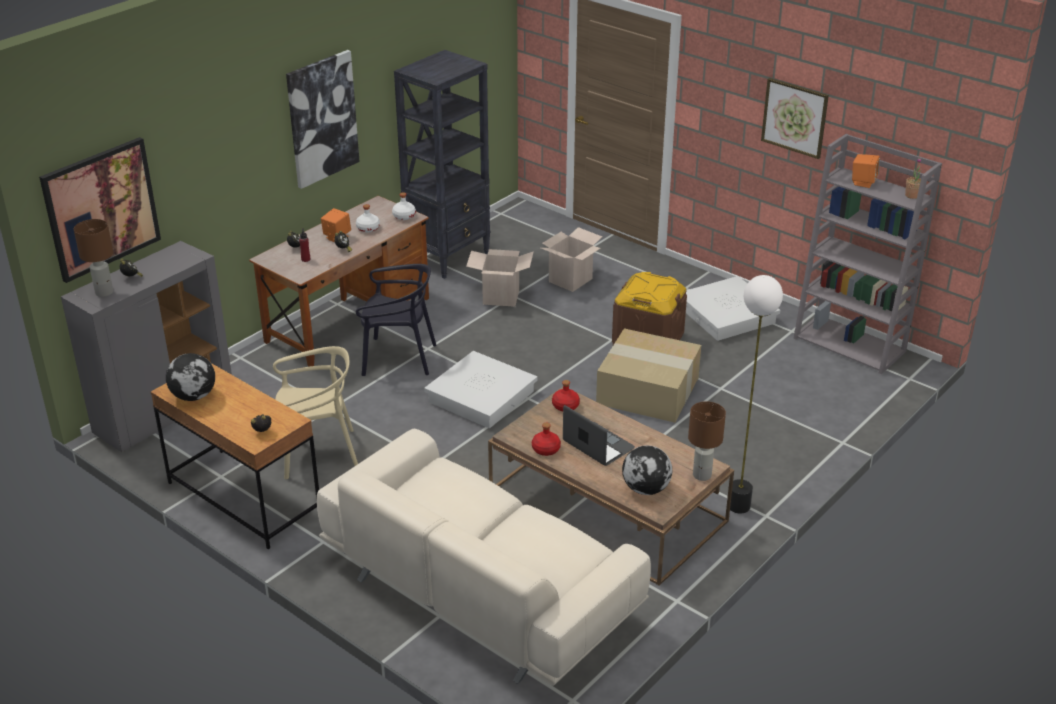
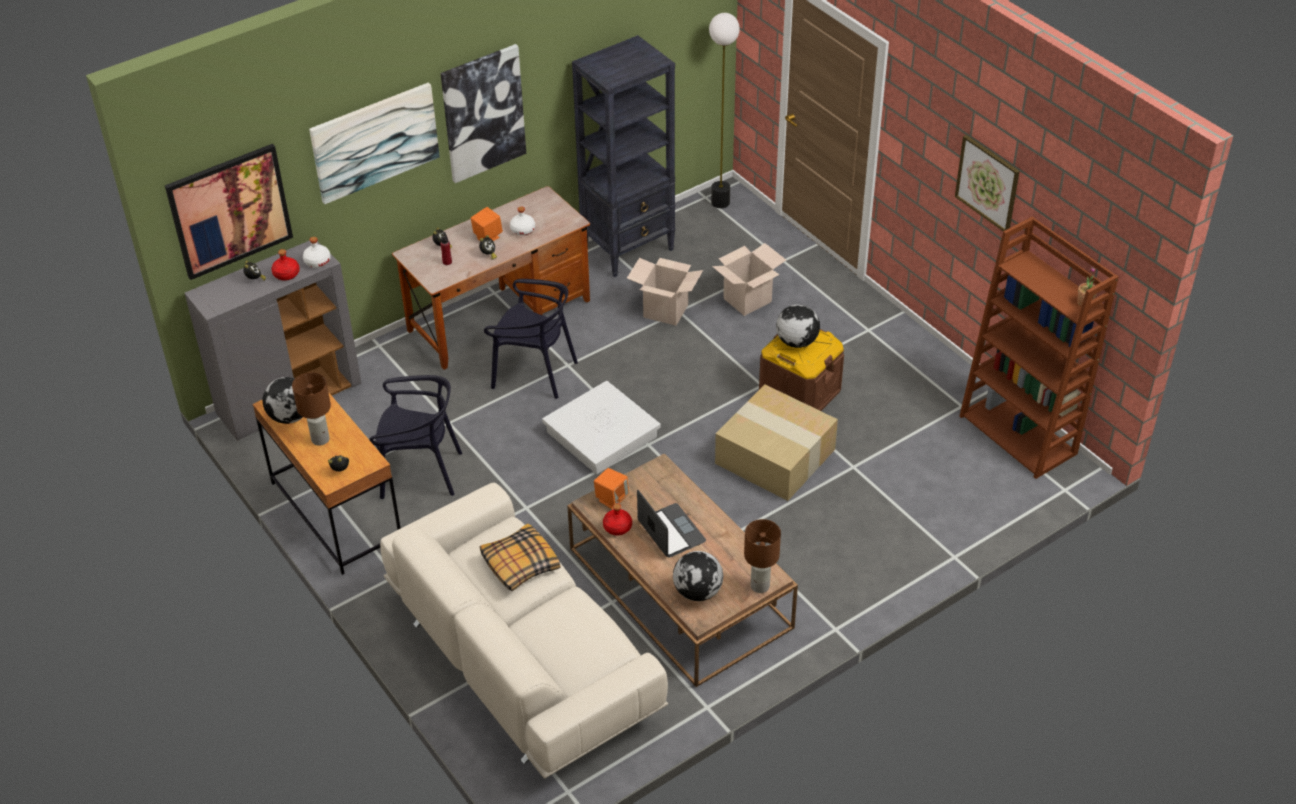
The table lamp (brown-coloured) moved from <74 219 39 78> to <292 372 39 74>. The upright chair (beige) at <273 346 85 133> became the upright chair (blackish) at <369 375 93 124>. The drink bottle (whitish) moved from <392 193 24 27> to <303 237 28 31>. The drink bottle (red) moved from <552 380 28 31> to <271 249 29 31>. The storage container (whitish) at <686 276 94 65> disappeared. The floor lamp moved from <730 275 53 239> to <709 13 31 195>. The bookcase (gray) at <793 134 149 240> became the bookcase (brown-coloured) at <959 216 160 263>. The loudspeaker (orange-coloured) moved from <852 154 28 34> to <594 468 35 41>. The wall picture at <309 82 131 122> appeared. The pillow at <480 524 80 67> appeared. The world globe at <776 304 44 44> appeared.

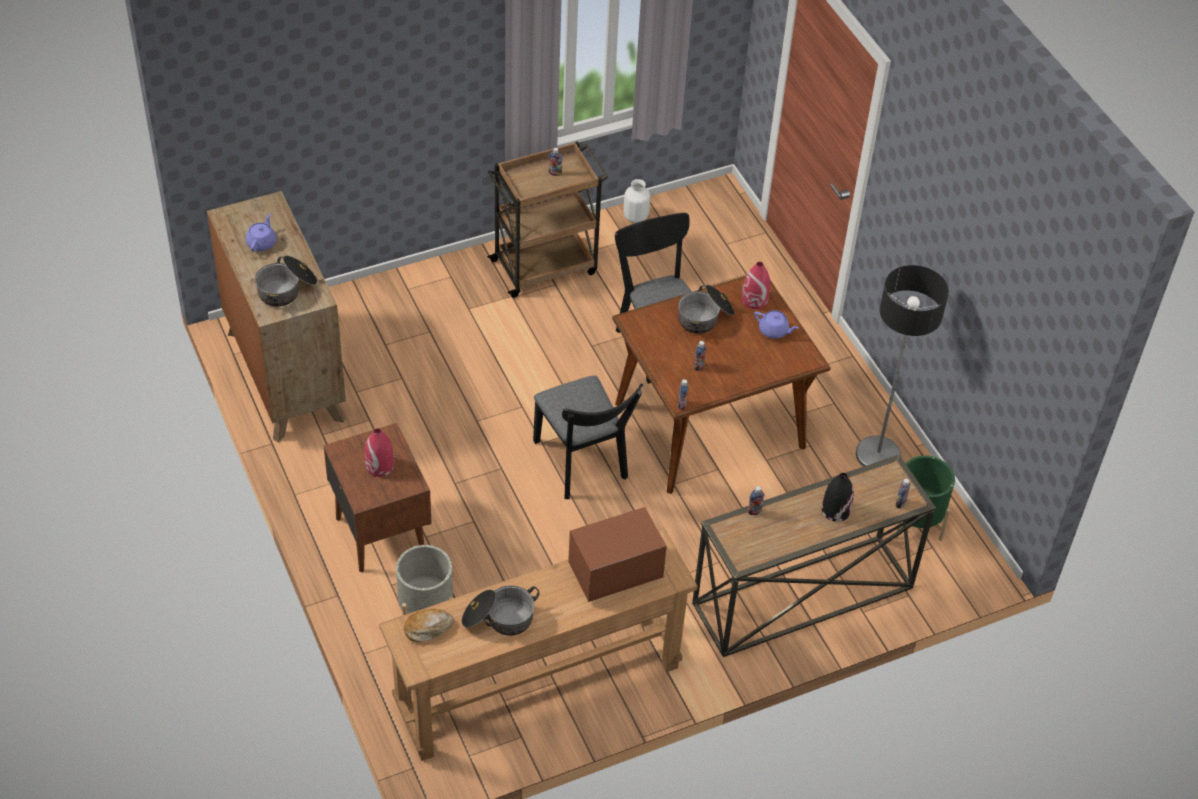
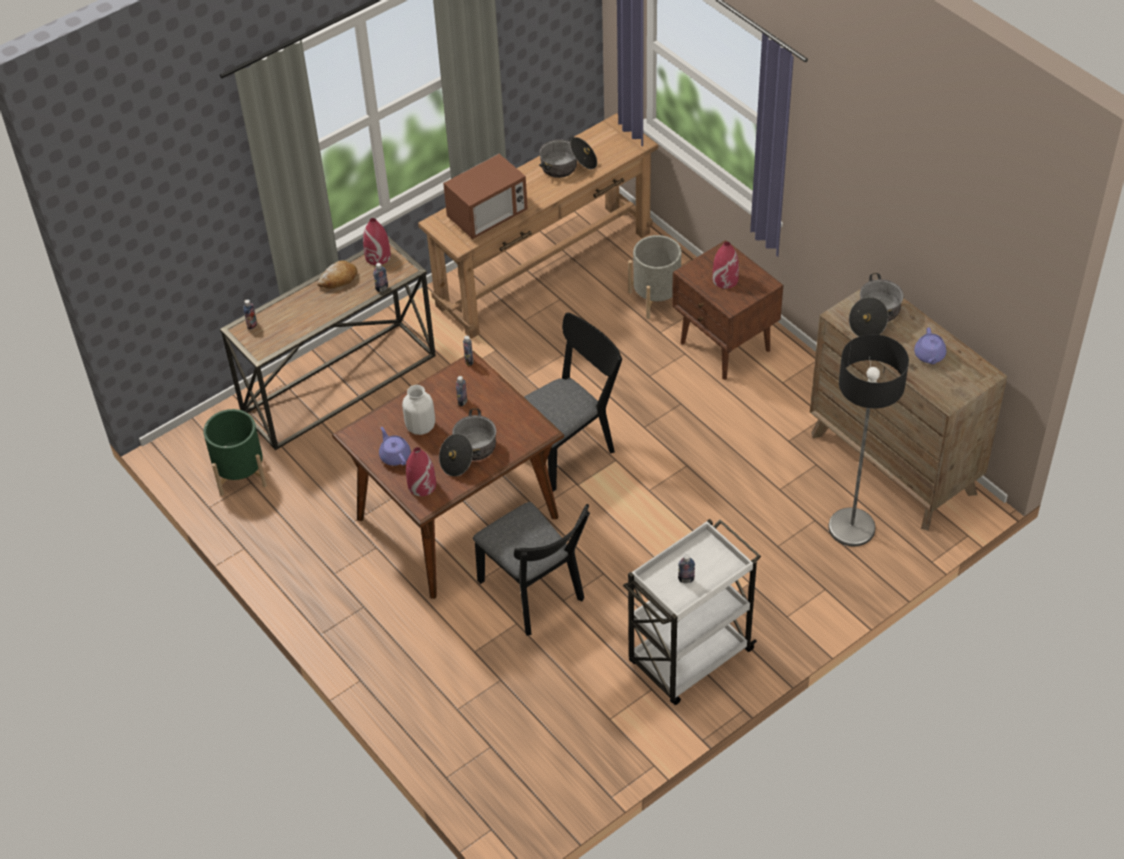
The bread moved from <404 609 50 33> to <317 260 40 28>. The trolley (brown-coloured) at <487 141 121 157> became the trolley (whitish) at <623 519 138 186>. The upright chair (blackish) at <533 375 110 124> turned 90 degrees clockwise. The vase (whitish) moved from <623 179 27 44> to <402 385 33 50>. The teapot (purplish) at <754 310 45 29> turned 45 degrees clockwise. The vase (blackish) at <822 473 32 49> disappeared. The floor lamp moved from <856 265 93 202> to <828 334 81 212>. The vase (red) at <363 218 28 47> appeared.

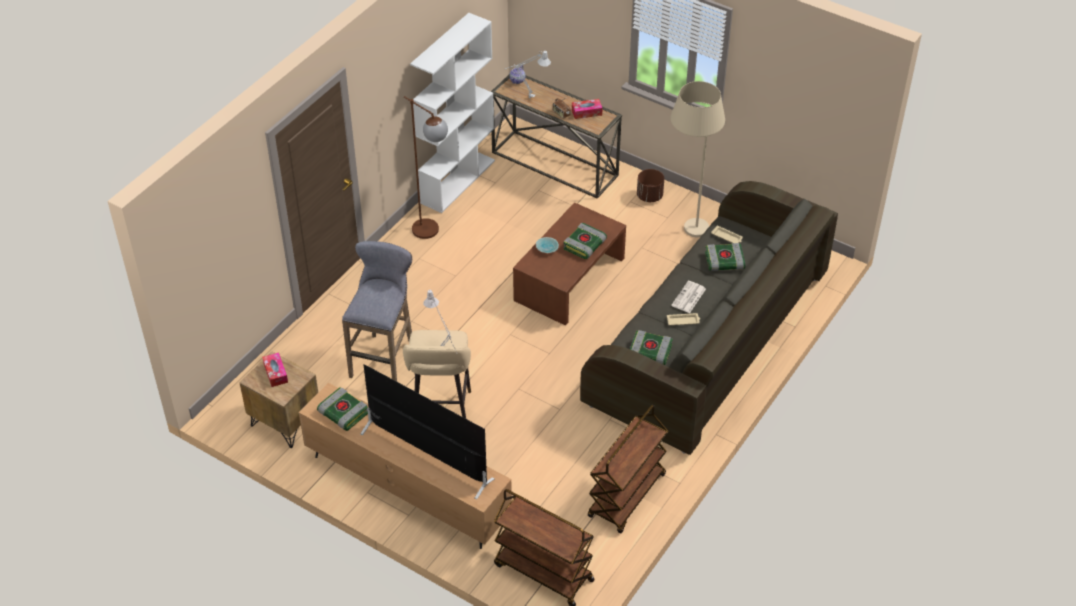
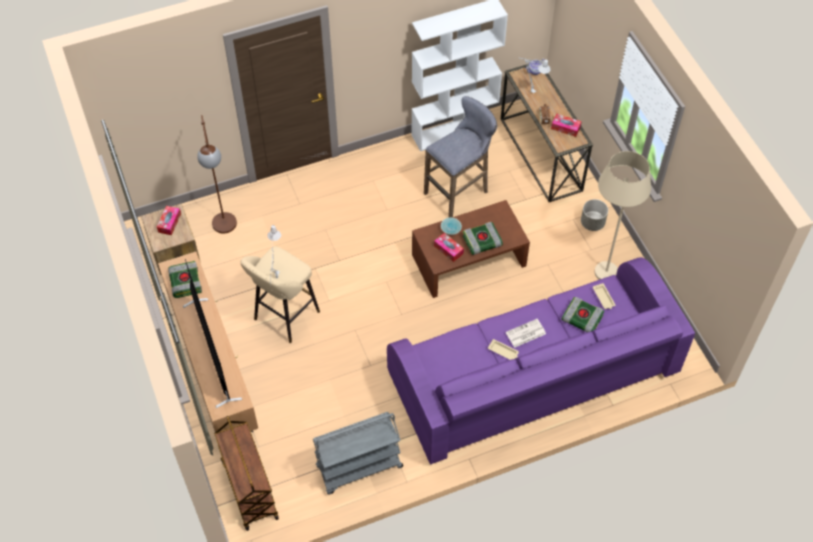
The sitting stool (gray) moved from <342 241 70 140> to <424 96 73 122>. The floor lamp (brown-coloured) moved from <404 96 44 143> to <197 115 40 119>. The couch (gray) at <580 181 258 274> became the couch (purplish) at <387 257 308 207>. The trolley (brown-coloured) at <588 405 80 128> became the trolley (gray) at <313 412 90 83>. The bound book at <630 330 43 35> disappeared. The planter (brown-coloured) at <637 169 27 33> became the planter (gray) at <581 199 27 32>. The box of tissues at <434 233 30 29> appeared.

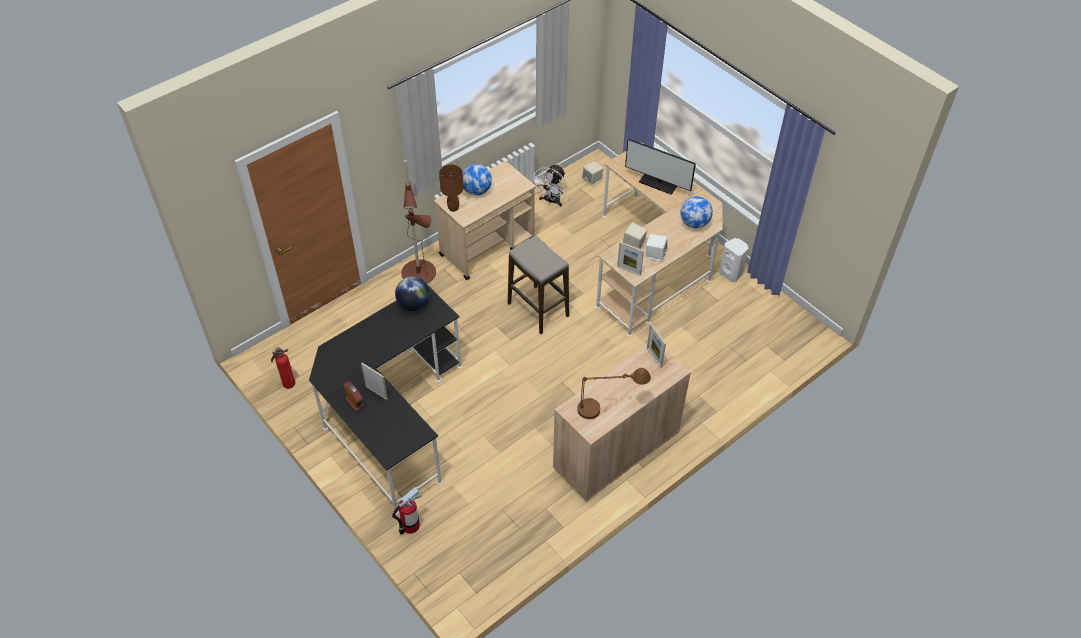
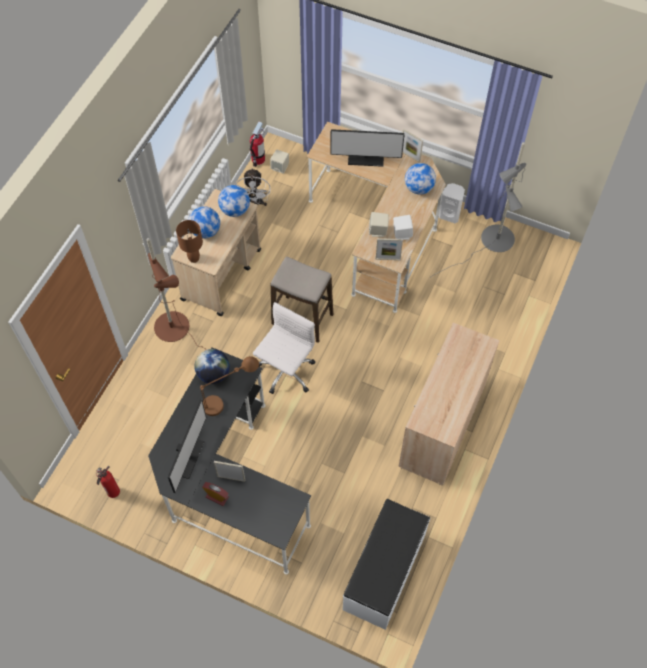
The fire extinguisher moved from <392 487 30 48> to <250 121 15 46>. The table lamp (brown-coloured) moved from <577 368 74 51> to <200 356 59 60>. The picture frame moved from <647 324 19 44> to <403 129 20 34>. The computer screen at <168 399 39 94> appeared. The world globe at <218 185 32 32> appeared. The office chair (whitish) at <253 302 62 92> appeared. The long seat (whitish) at <343 499 87 131> appeared. The floor lamp (gray) at <431 142 95 135> appeared.

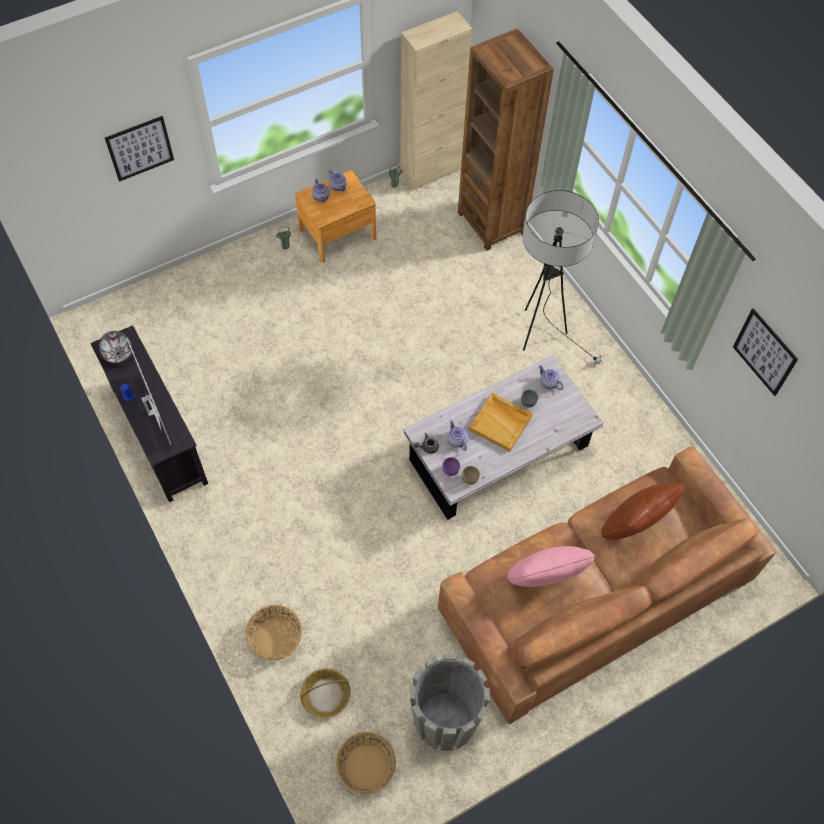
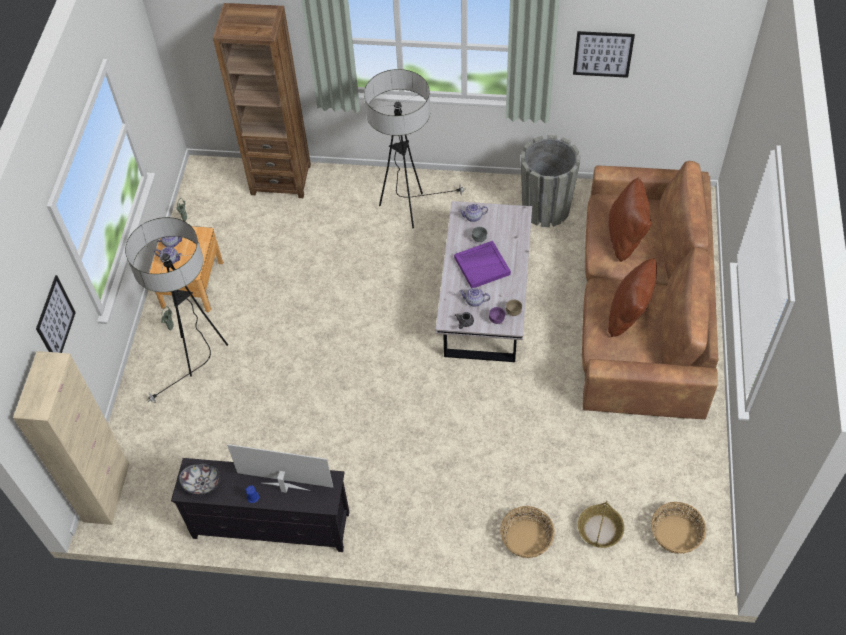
The cupboard (beige) moved from <400 11 72 180> to <13 351 117 174>. The planter (gray) moved from <410 654 80 97> to <521 135 59 92>. The tray (beige) at <469 393 64 59> became the tray (purplish) at <454 241 57 47>. The pillow (pink) at <507 546 88 41> became the pillow (brown-coloured) at <608 258 49 79>. The floor lamp at <125 217 103 186> appeared.

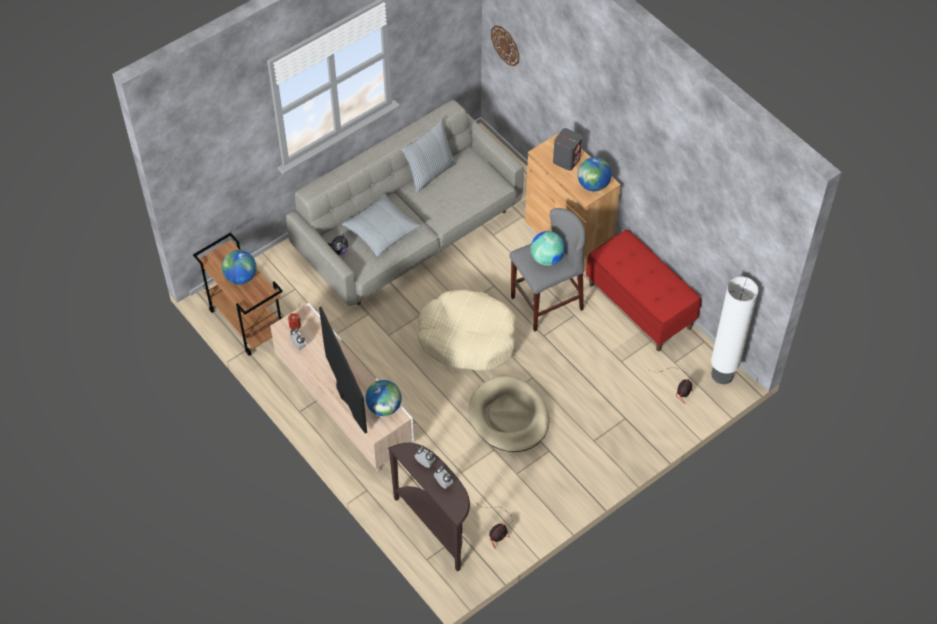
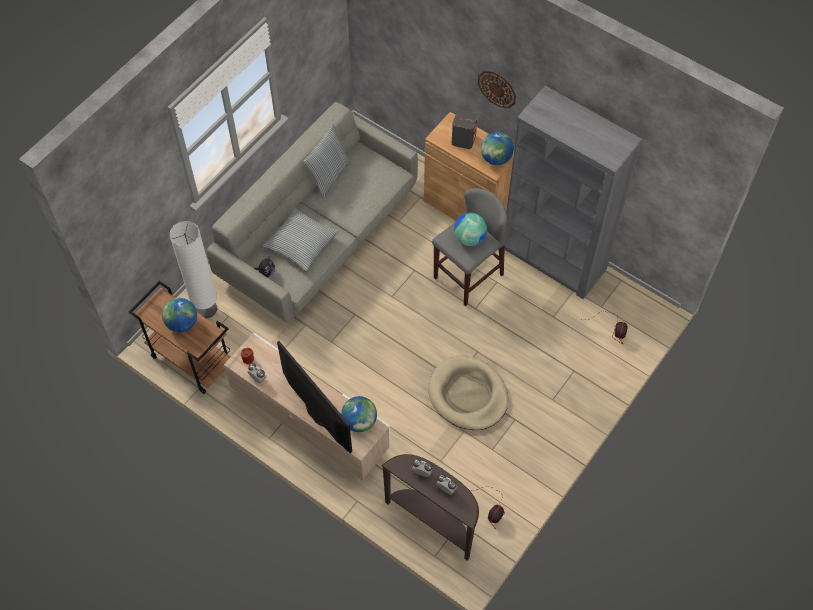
The dog cushion (beige) at <418 289 98 82> disappeared. The wall clock moved from <491 25 28 42> to <478 71 38 37>. The long seat (red) at <586 229 116 122> was replaced by the bookcase (gray) at <505 86 138 213>. The floor lamp (whitish) moved from <711 277 48 107> to <169 221 48 97>.

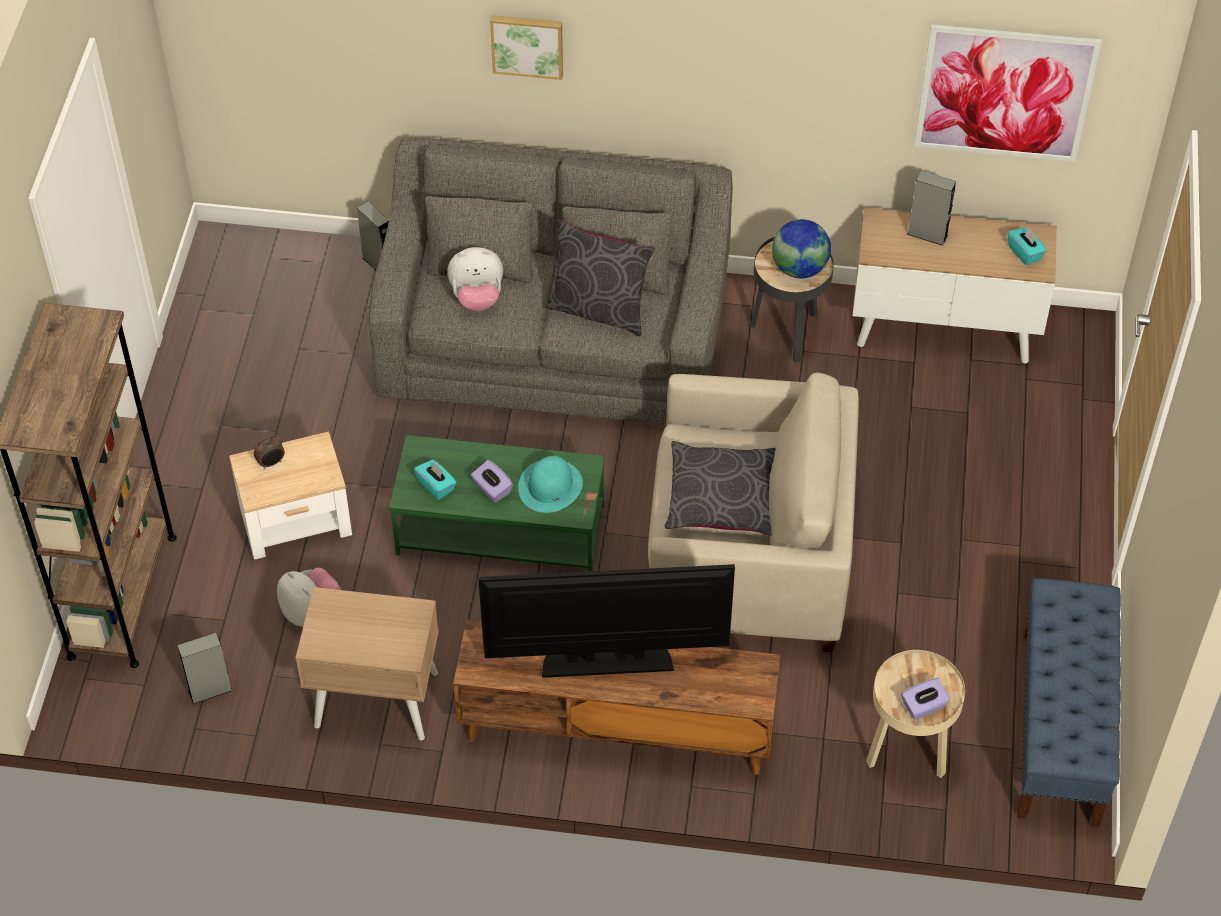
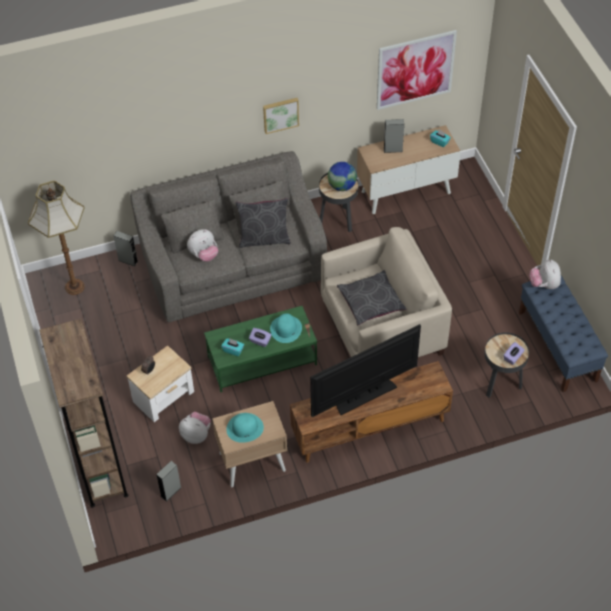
The wall picture moved from <490 15 73 65> to <263 98 36 36>. The side table (beige) at <866 650 99 128> became the side table (blackish) at <484 332 45 66>. The floor lamp at <28 181 57 114> appeared. The clothing hat (turquoise) at <226 413 38 30> appeared. The plush toy at <529 259 32 30> appeared.

